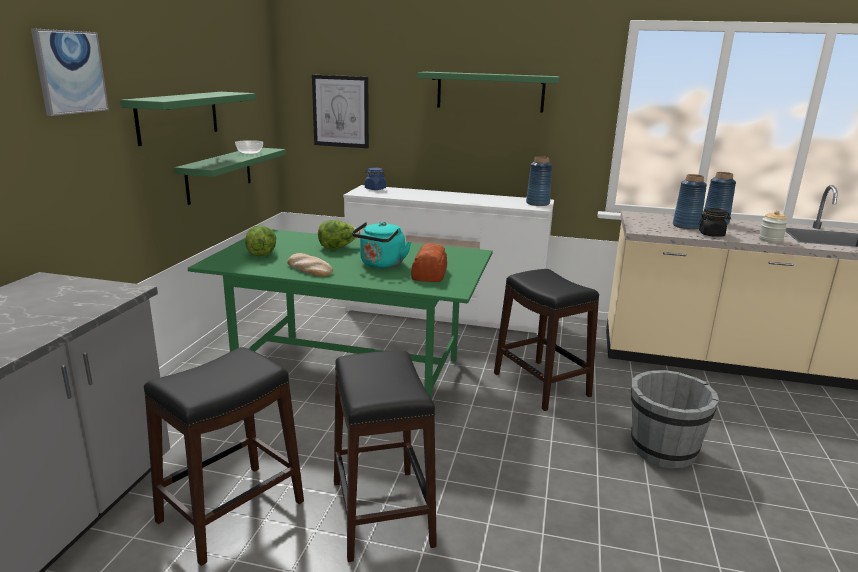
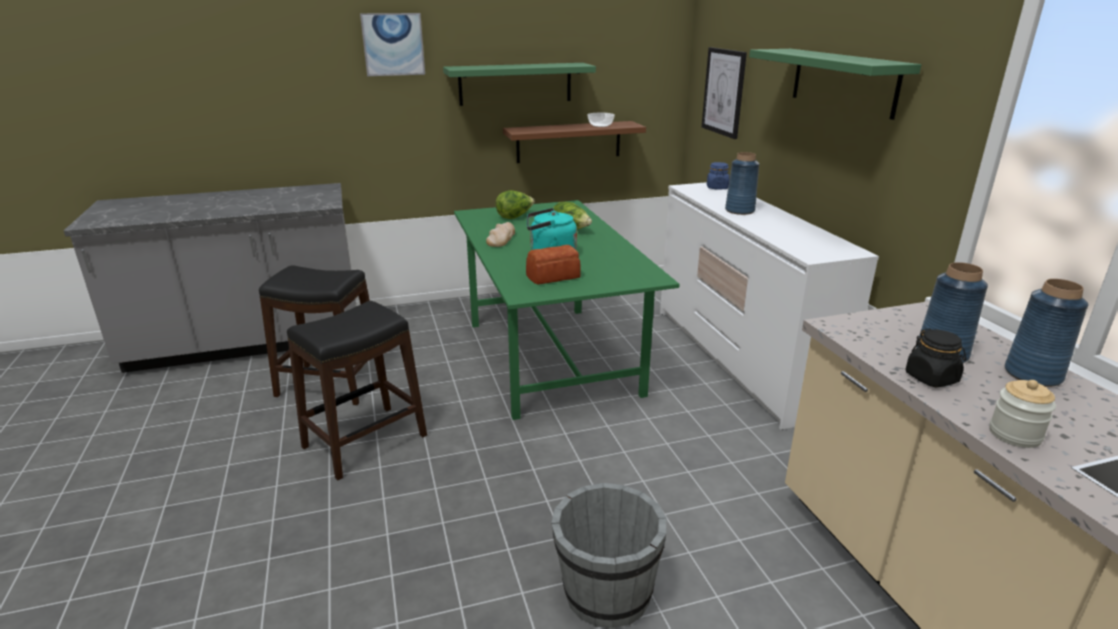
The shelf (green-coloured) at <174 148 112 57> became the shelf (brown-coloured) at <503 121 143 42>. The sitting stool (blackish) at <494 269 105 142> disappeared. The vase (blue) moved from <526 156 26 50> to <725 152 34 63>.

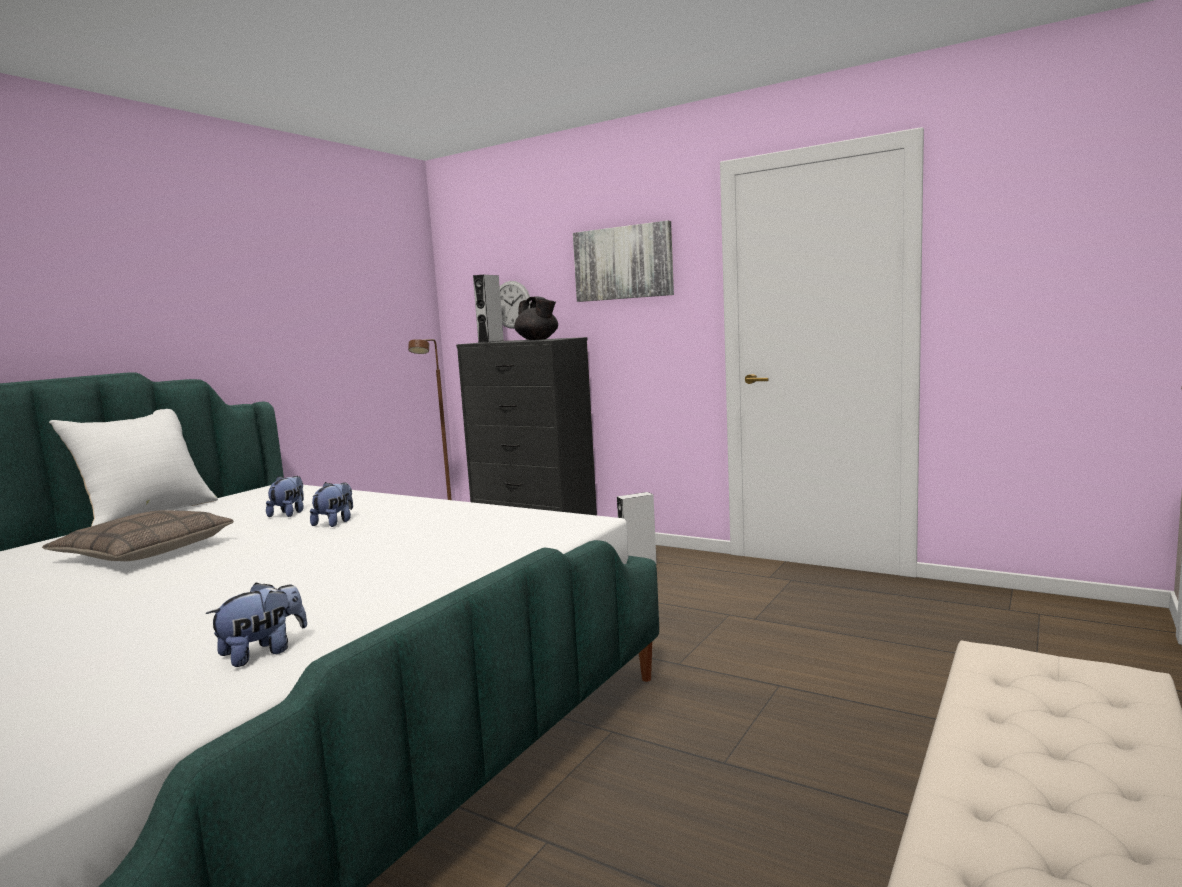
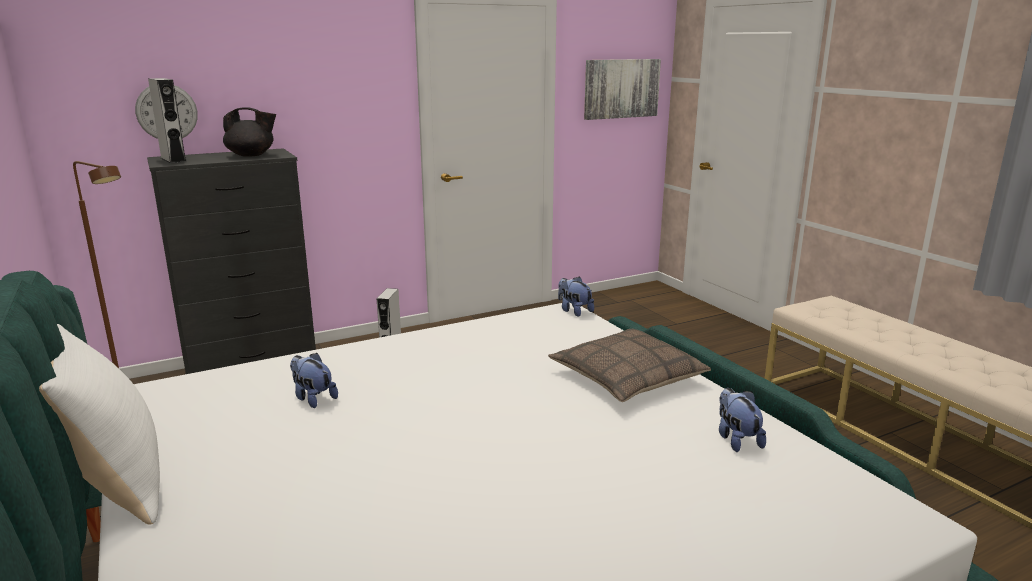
The pillow moved from <42 510 192 51> to <548 329 163 73>. The plush toy moved from <310 482 43 45> to <558 276 36 41>. The wall picture moved from <573 220 101 82> to <584 59 77 61>.

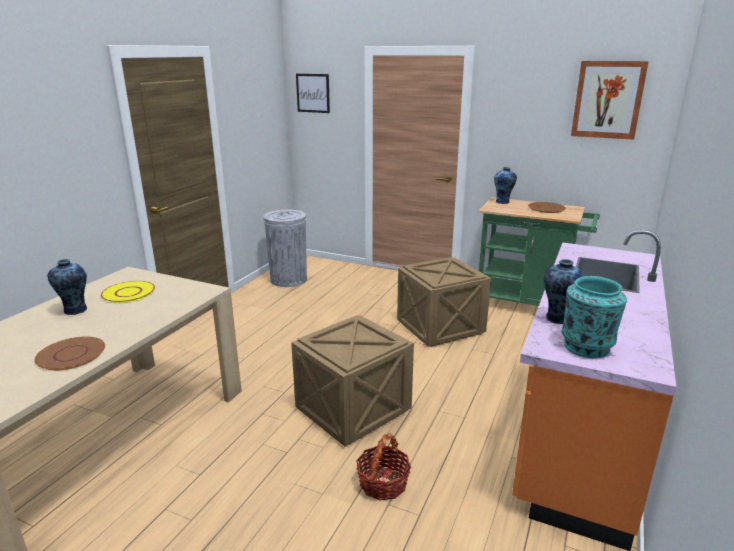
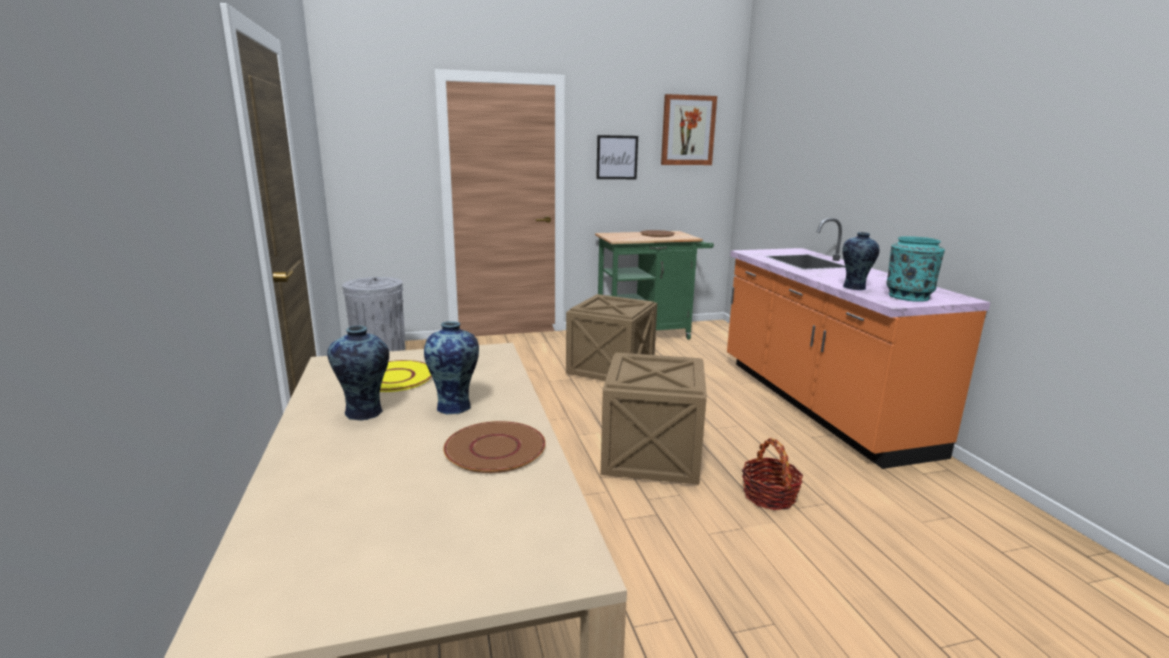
The wall picture moved from <296 74 34 39> to <596 135 42 44>. The vase moved from <494 167 23 37> to <424 321 55 94>.

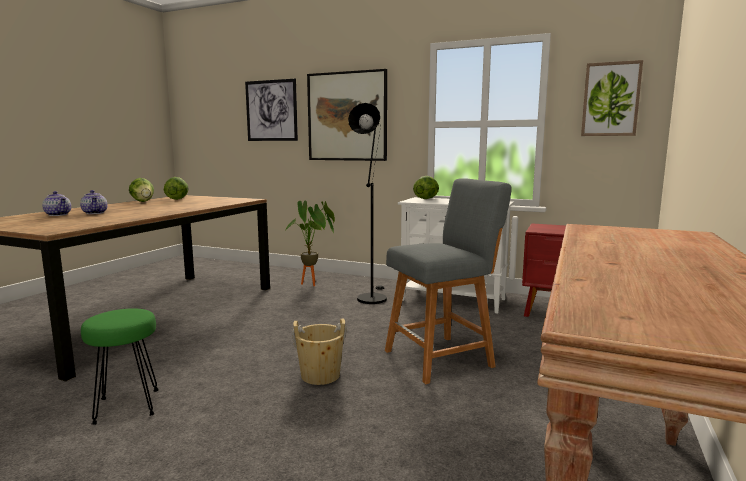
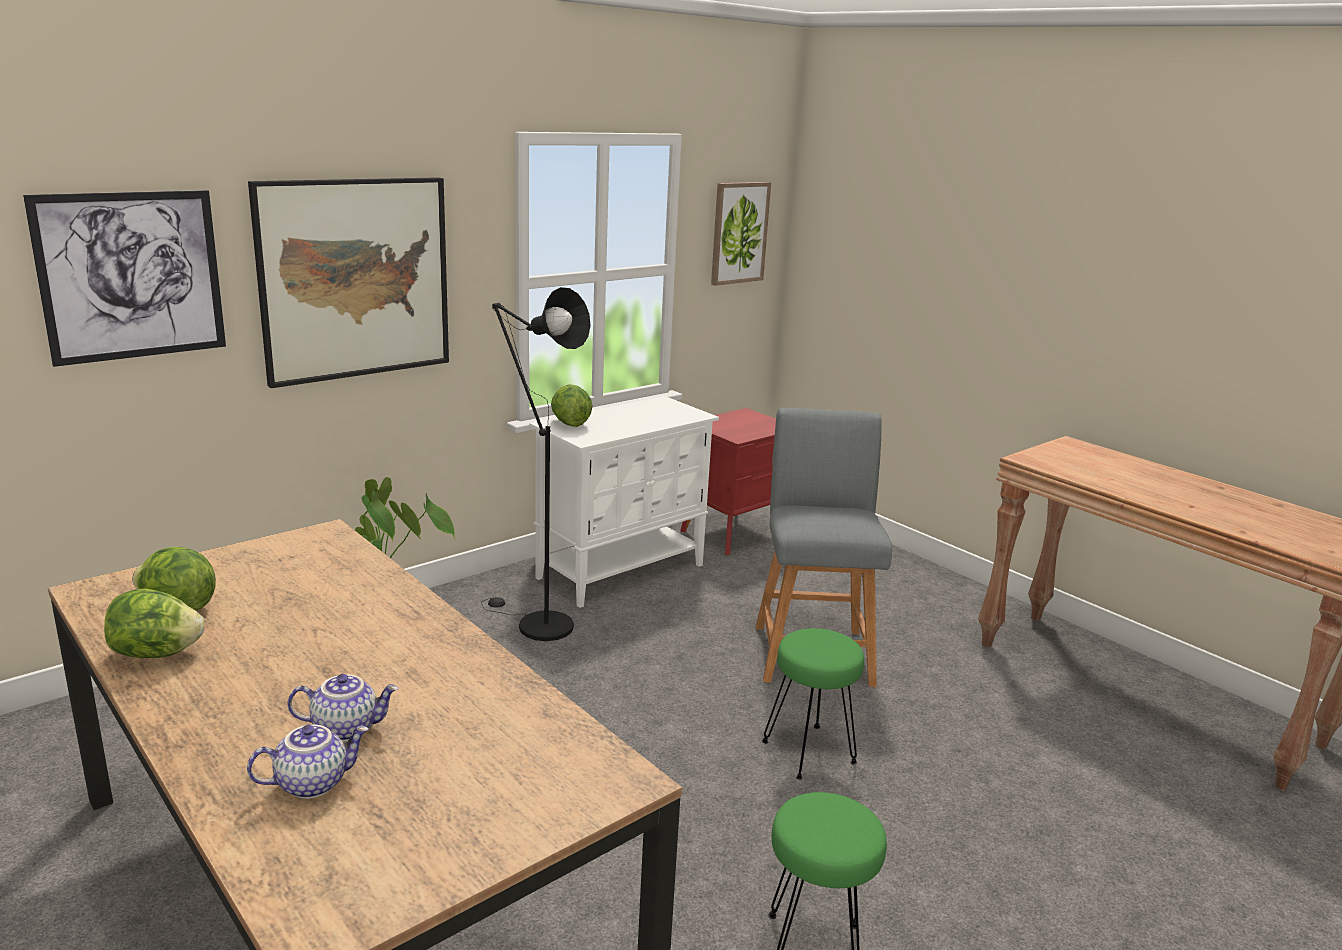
The water bucket (beige) at <292 318 55 67> was replaced by the sitting stool (green-coloured) at <762 628 102 152>.

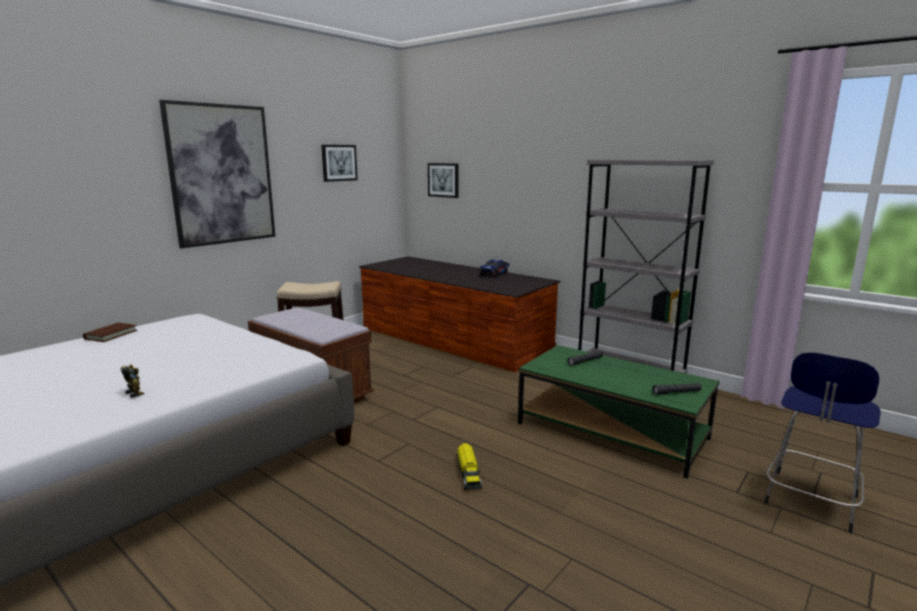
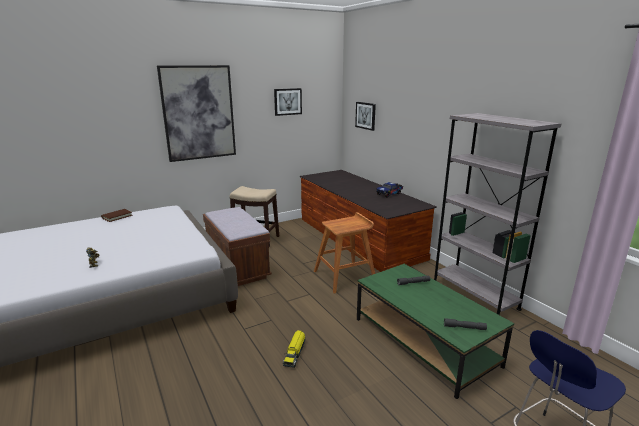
The sitting stool (brown-coloured) at <314 212 61 81> appeared.

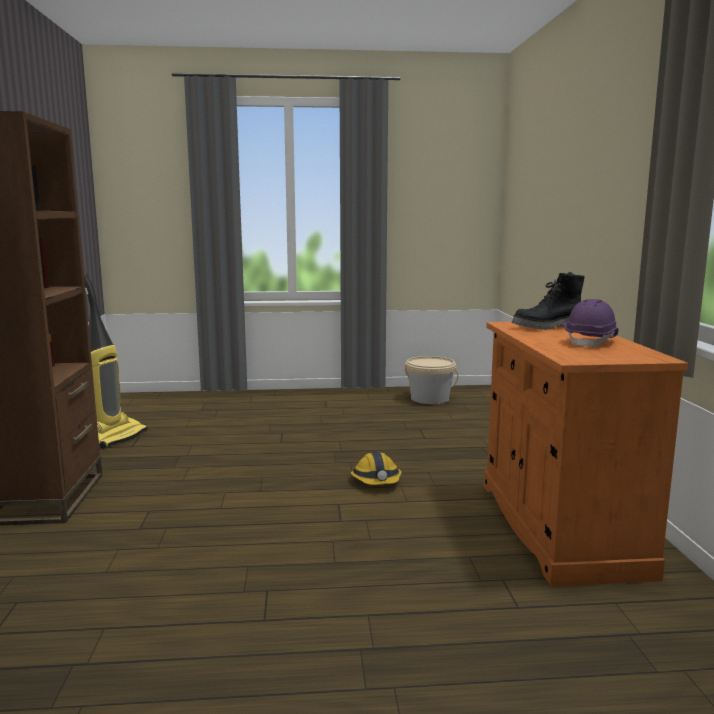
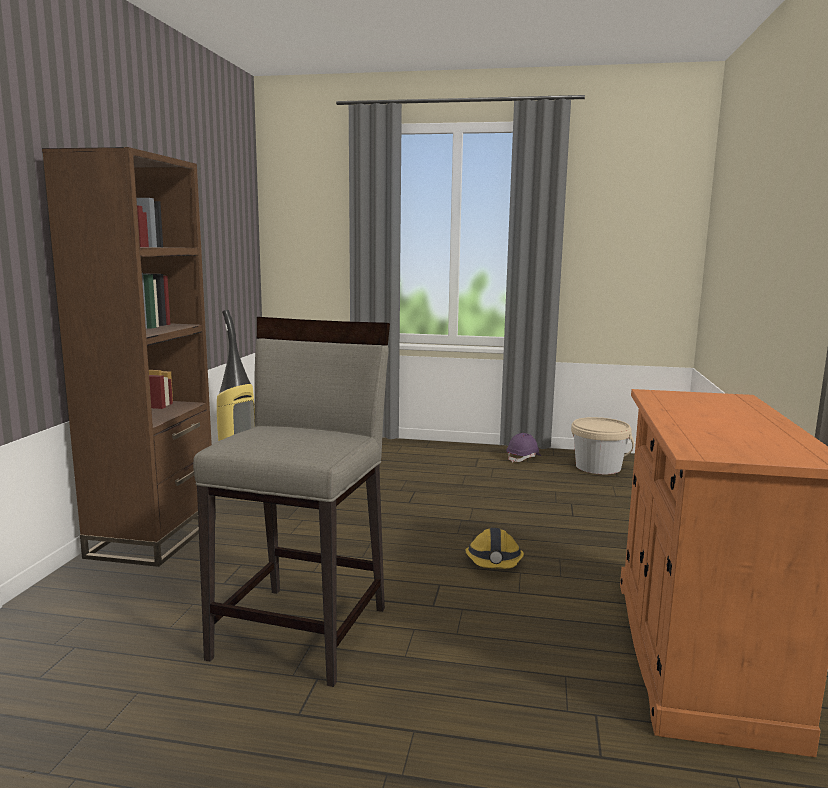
The tall boot (blackish) at <512 272 73 58> disappeared. The safety helmet (purplish) moved from <564 299 55 50> to <506 433 36 30>. The sitting stool (beige) at <193 317 197 370> appeared.

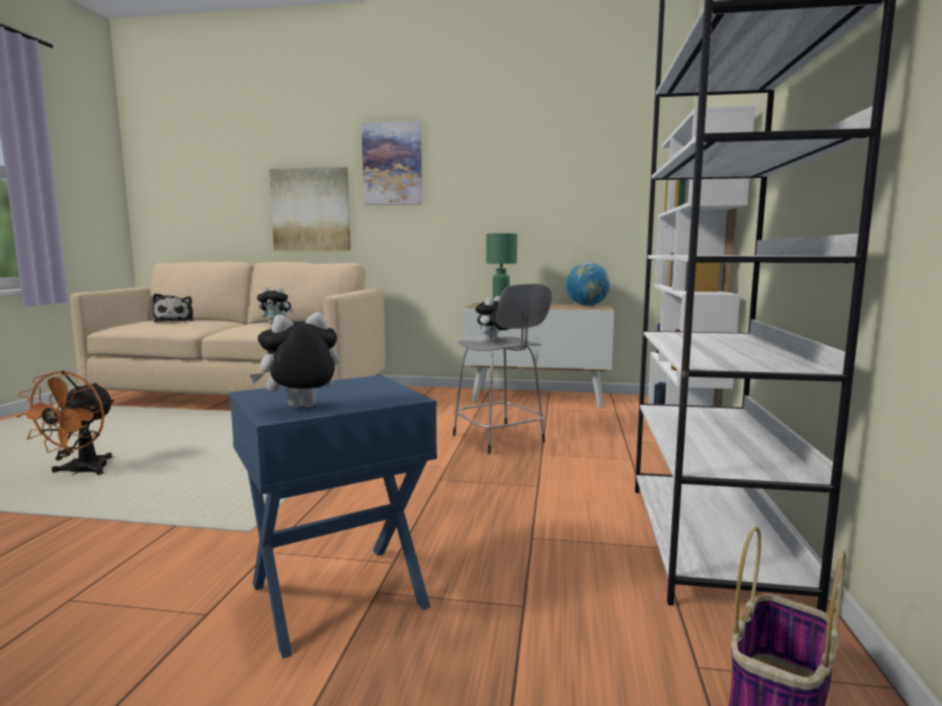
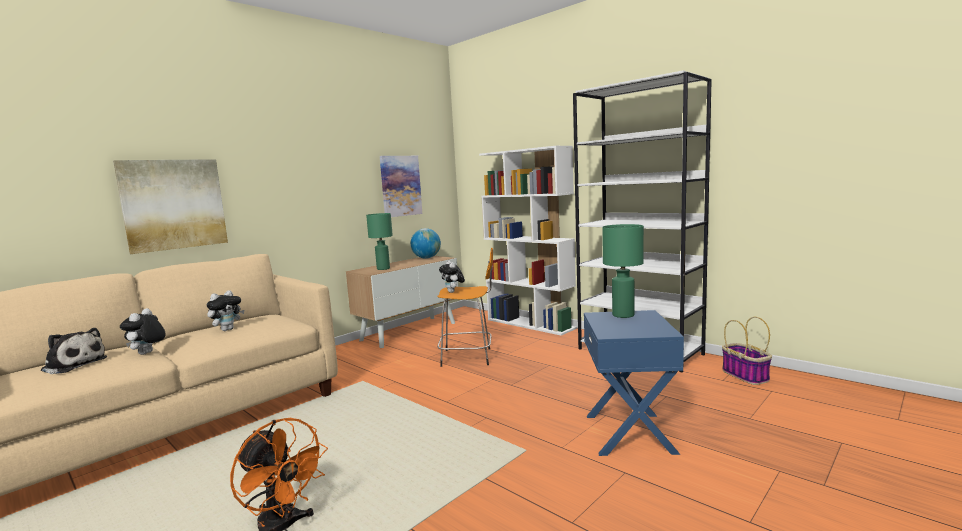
The plush toy moved from <250 312 89 96> to <120 308 46 47>. The wall picture moved from <361 121 61 84> to <380 156 42 61>. The sitting stool (gray) at <453 284 99 170> became the sitting stool (orange-coloured) at <437 248 56 119>. The table lamp (green-coloured) at <602 224 42 94> appeared.

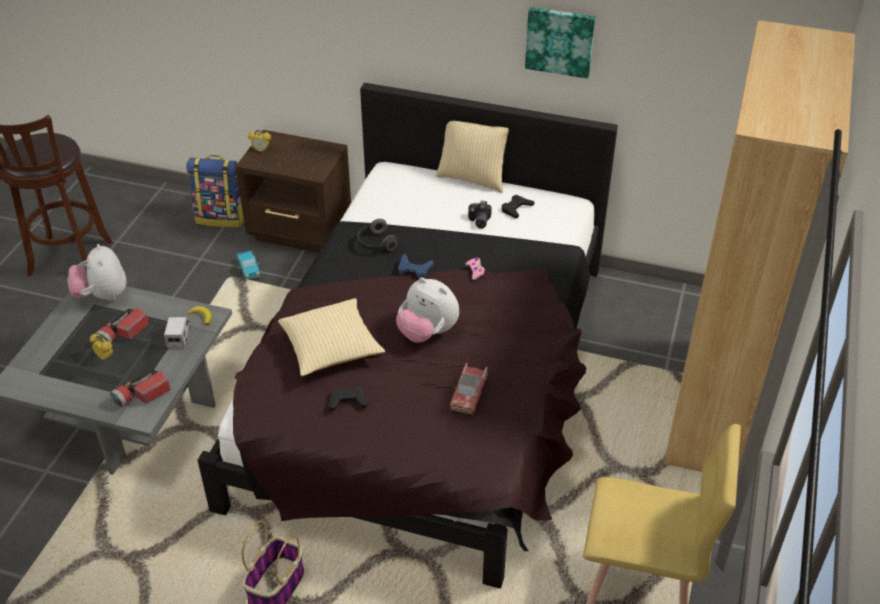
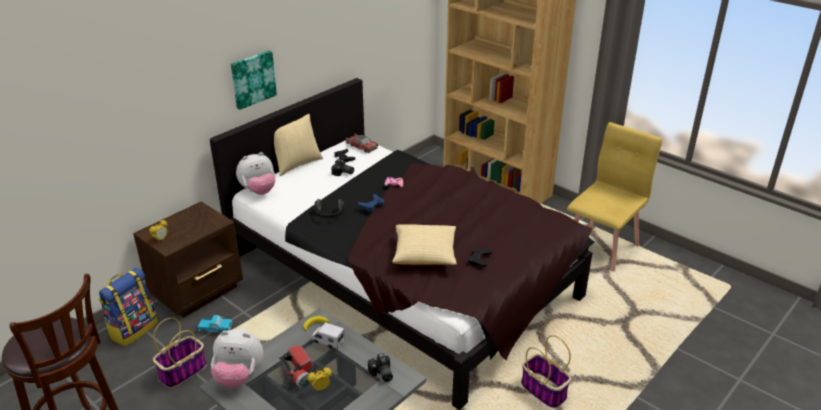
The torch at <110 369 61 38> was replaced by the photo camera at <368 353 25 29>. The plush toy moved from <396 278 63 65> to <236 152 39 43>. The toy car moved from <450 363 38 52> to <346 134 32 19>. The wall picture moved from <525 7 70 72> to <231 51 46 59>. The storage basket at <153 317 54 71> appeared.

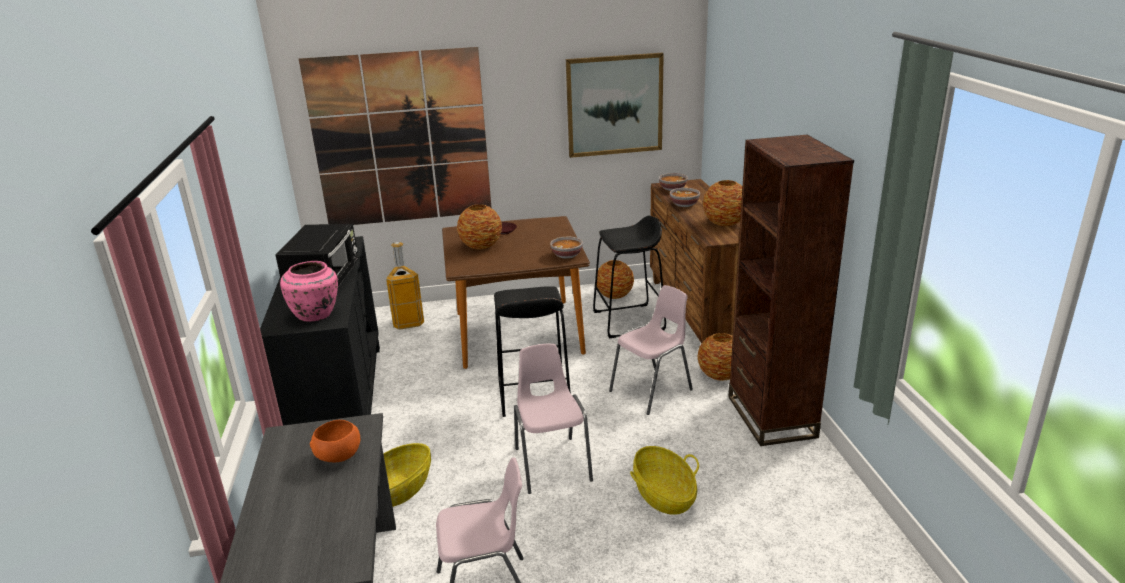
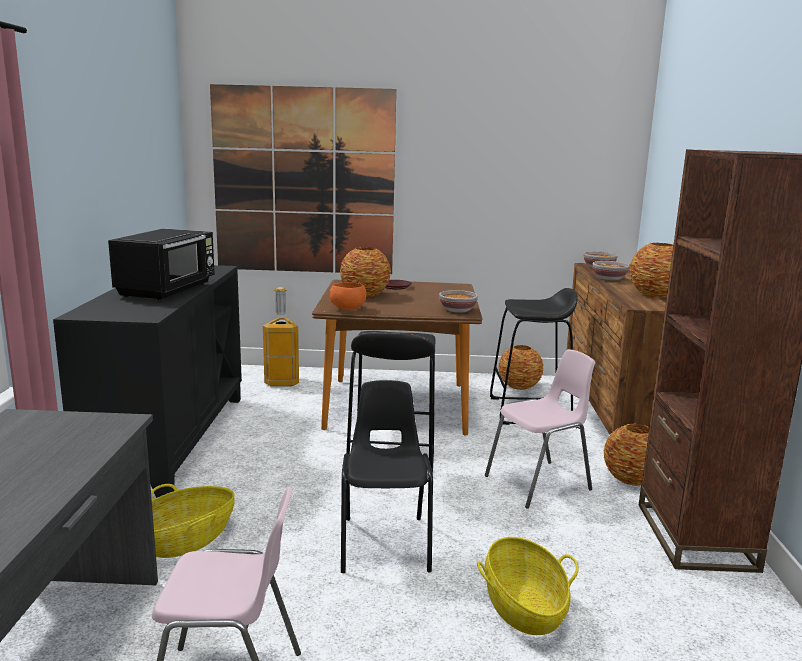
The vase (pink) at <280 261 58 61> disappeared. The bowl (orange-coloured) moved from <310 420 50 42> to <329 282 37 28>. The upright chair (pink) at <514 344 79 150> became the upright chair (blackish) at <341 380 92 193>. The wall picture at <566 53 98 105> disappeared.

